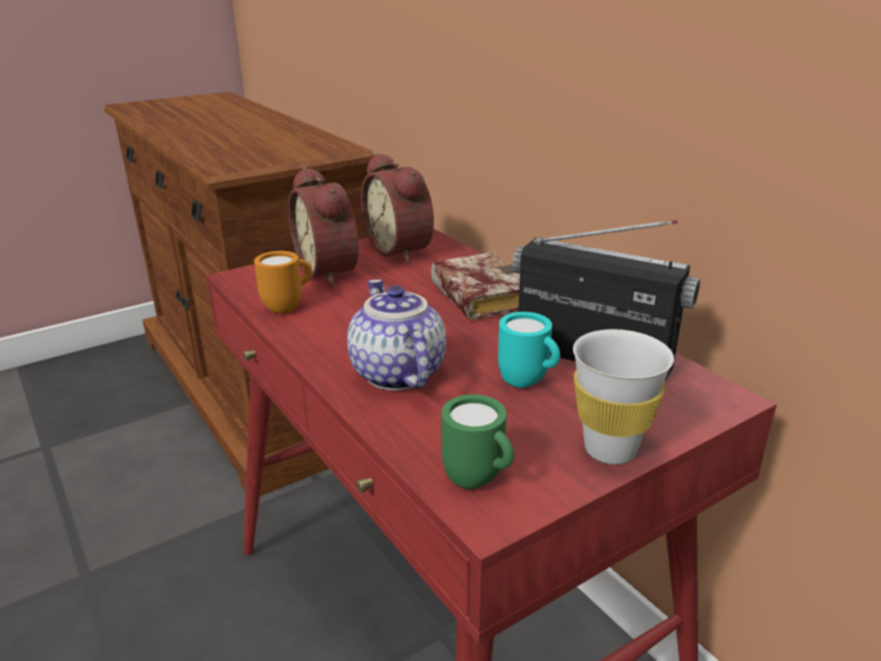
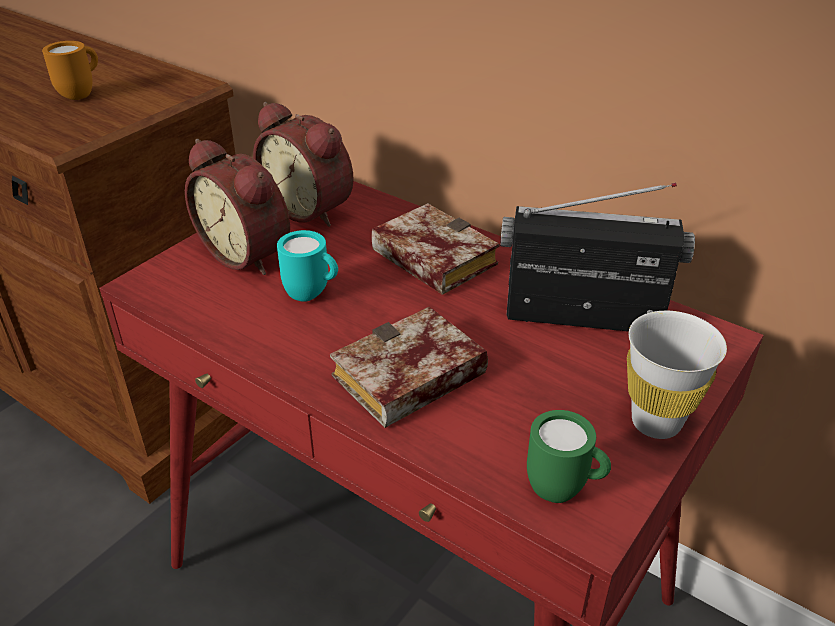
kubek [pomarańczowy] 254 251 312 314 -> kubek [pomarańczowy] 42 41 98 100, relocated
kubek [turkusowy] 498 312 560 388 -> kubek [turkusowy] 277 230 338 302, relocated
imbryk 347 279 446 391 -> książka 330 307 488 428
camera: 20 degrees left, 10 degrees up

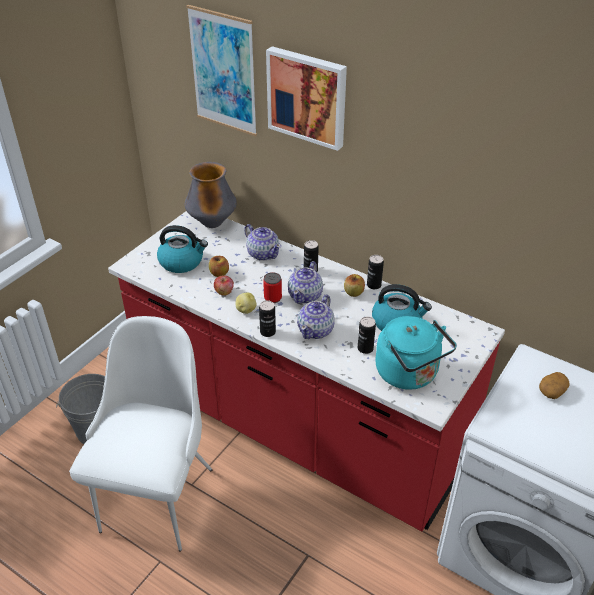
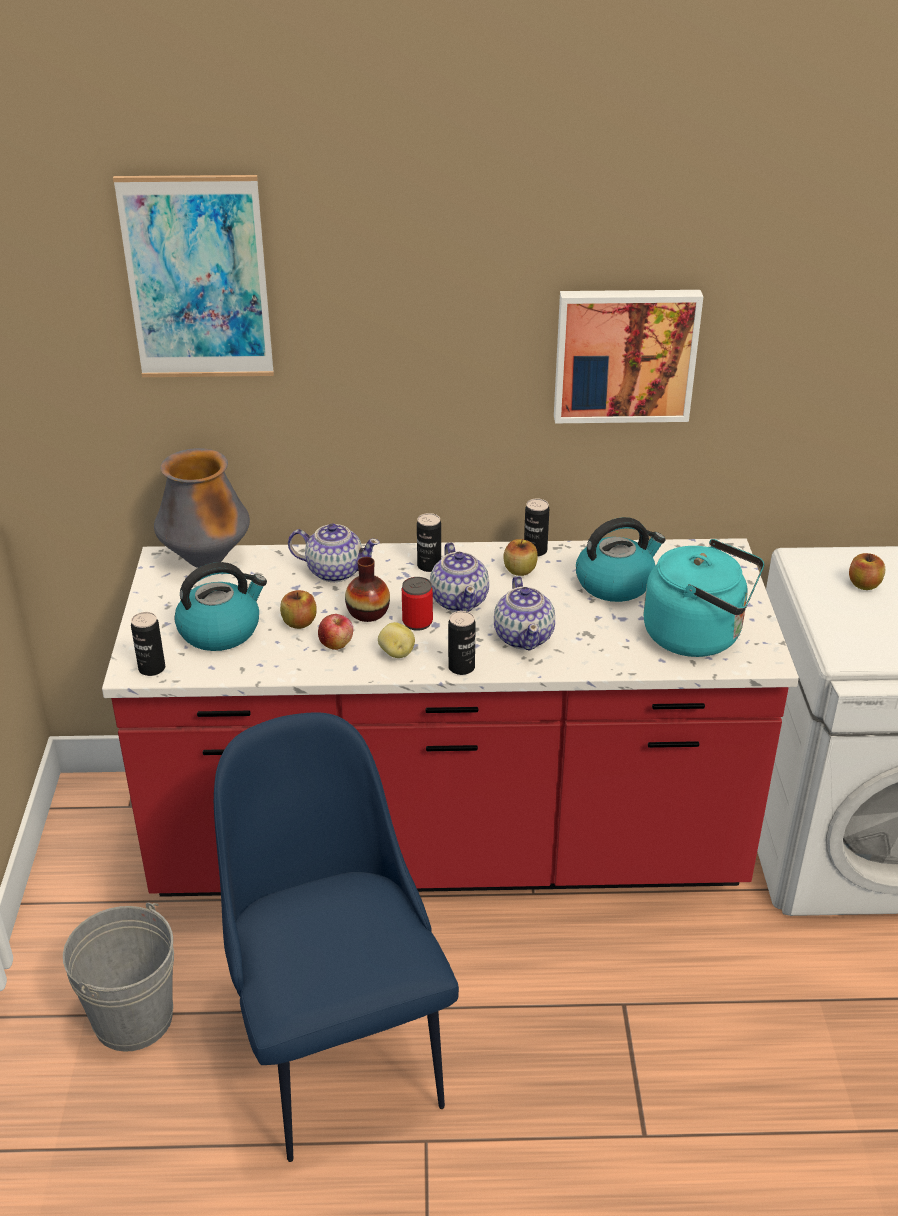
none -> wazon 345 557 390 622
obraz 266 46 347 151 -> obraz 554 290 703 423, relocated
puszka 358 317 376 354 -> puszka 131 612 165 676, relocated
ziemniak 539 372 570 399 -> jabłko 849 553 885 590
krzesło [biały] 69 316 213 552 -> krzesło [niebieski] 214 712 459 1162
camera: 35 degrees left, 5 degrees down

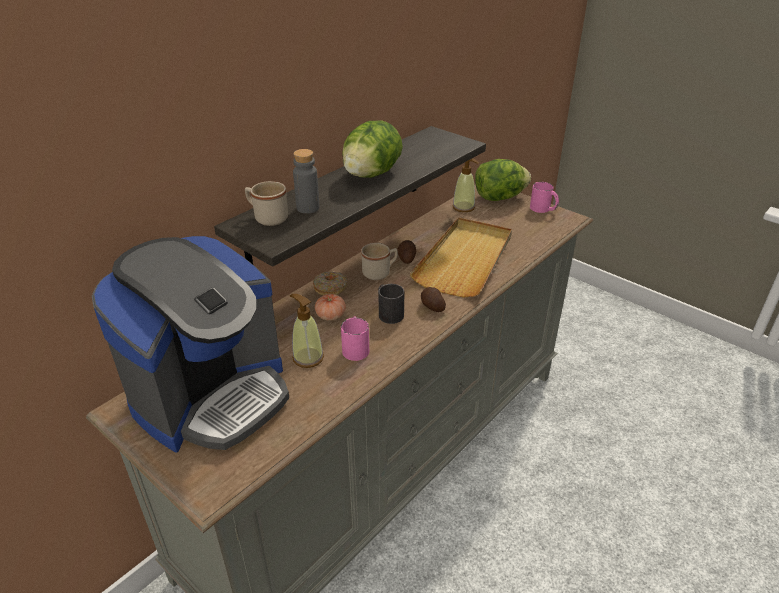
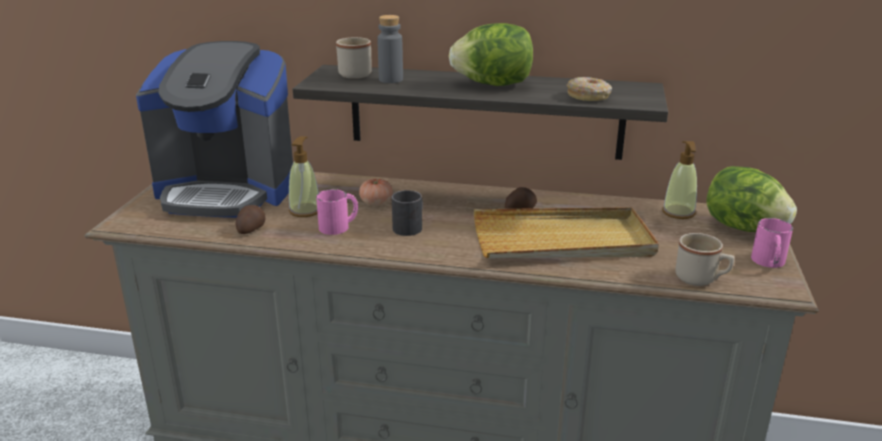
donut 313 271 347 295 -> donut 567 77 612 101, relocated
kubek [beżowy] 361 243 398 280 -> kubek [beżowy] 675 233 734 286, relocated
ziemniak 421 287 446 312 -> ziemniak 236 205 266 234, relocated
camera: 60 degrees right, 10 degrees down

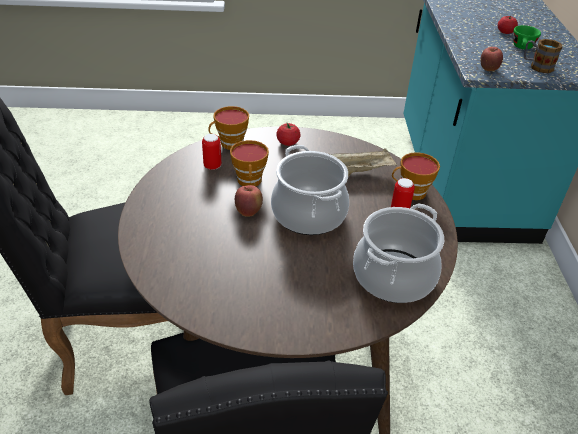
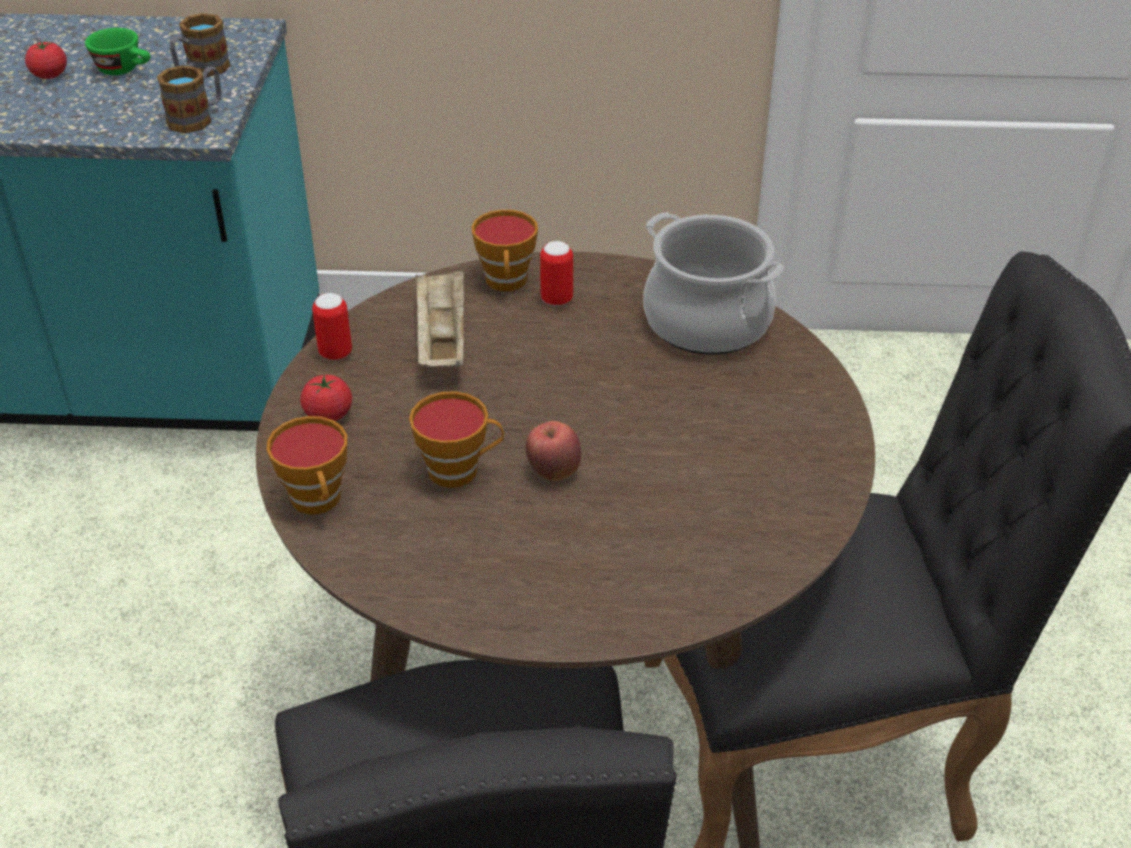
garnek 271 145 349 235 -> none
puszka 202 134 221 170 -> puszka 312 293 352 360, relocated
jabłko 480 47 503 71 -> kubek 157 65 221 133
camera: 85 degrees left, 0 degrees up

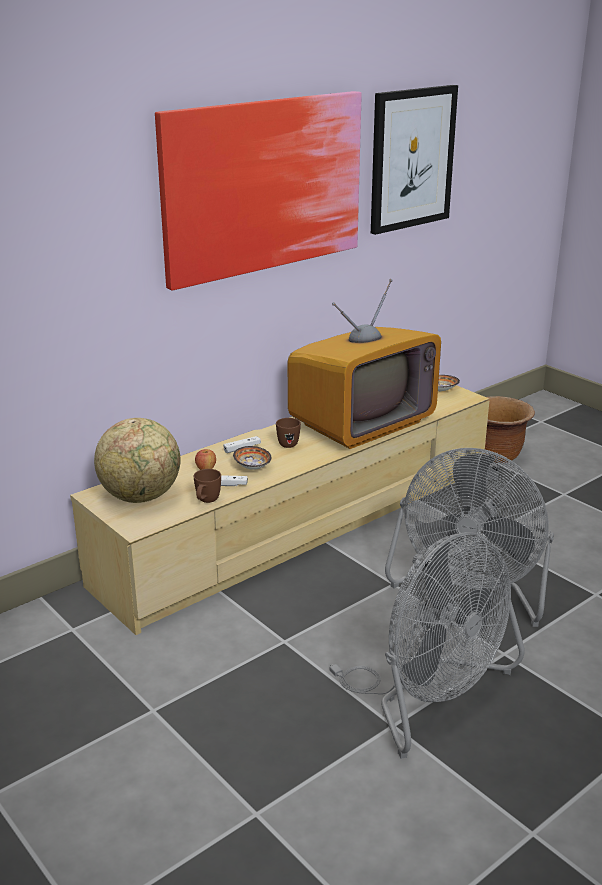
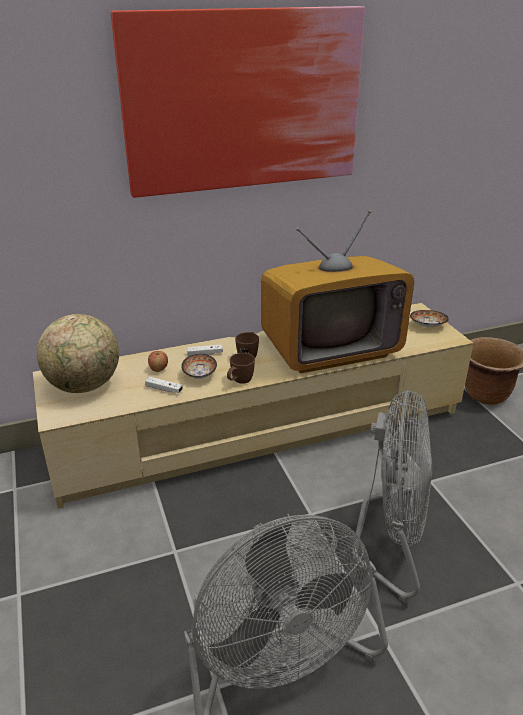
obraz 371 85 458 235 -> none
kubek [brązowy] 194 469 221 503 -> kubek [brązowy] 227 353 255 384, relocated
wentylator [szary] 385 448 554 627 -> wentylator [szary] 290 390 432 603, 120 degrees counterclockwise
camera: 20 degrees right, 5 degrees up

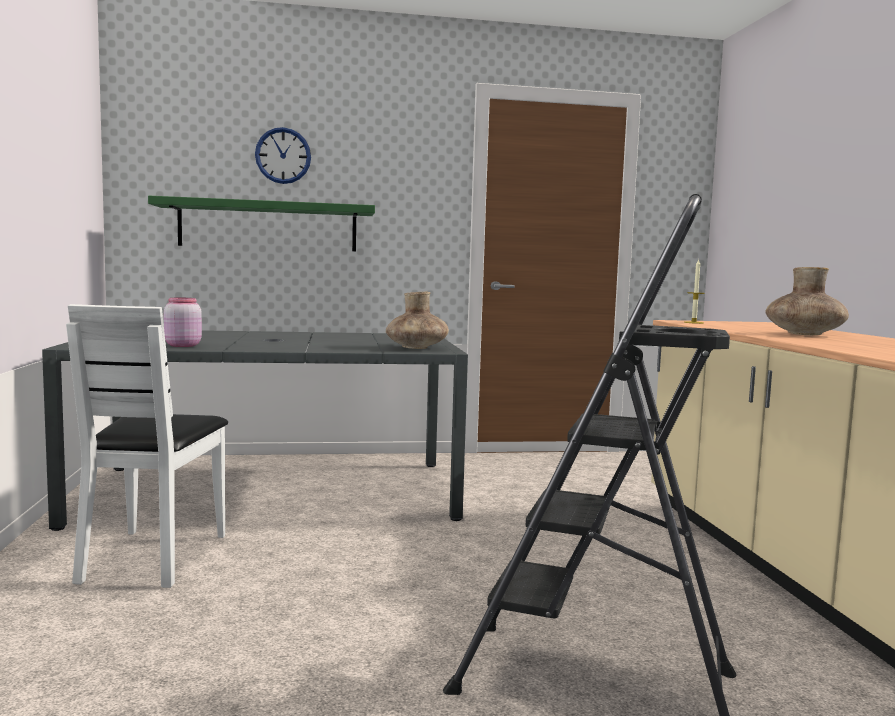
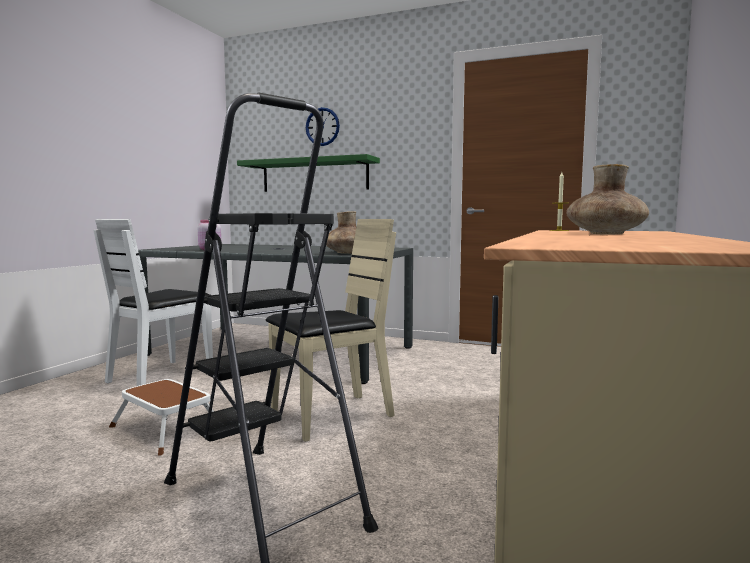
none -> drabinka [brązowy] 109 379 214 455
none -> krzesło [beżowy] 266 219 396 442
camera: 30 degrees right, 0 degrees up

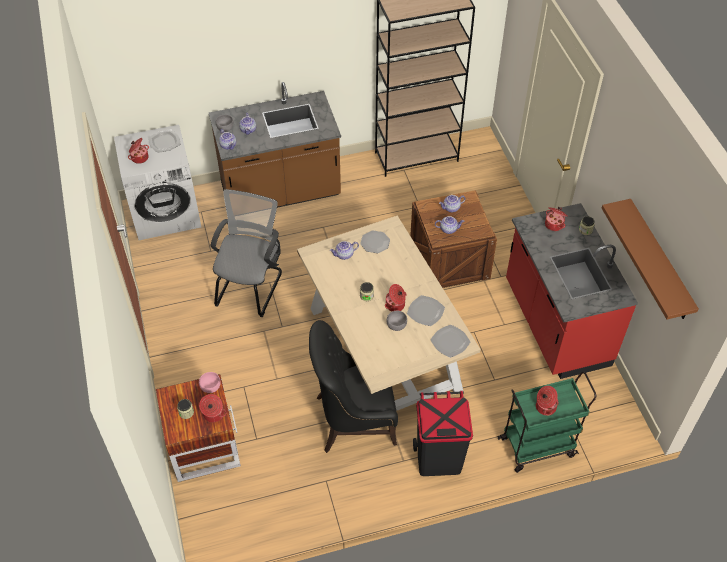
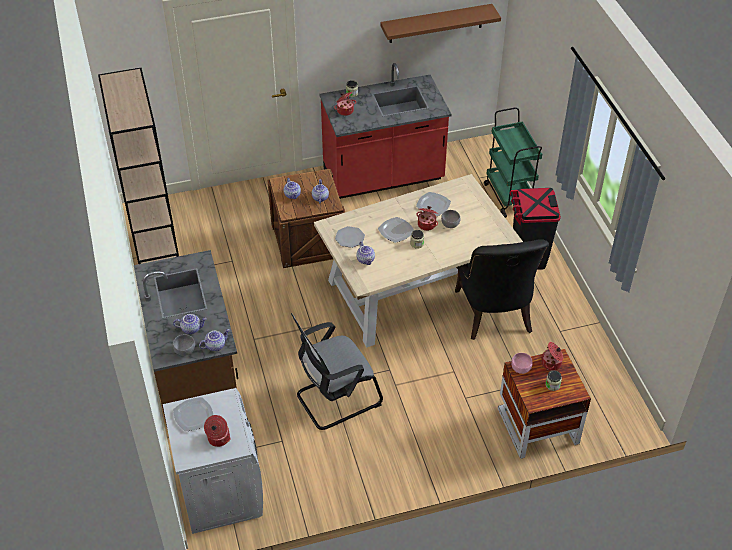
garnek 536 386 559 416 -> none
talerz 430 325 470 358 -> talerz 378 217 414 243, relocated
krzesło 211 189 282 317 -> krzesło 291 313 383 430, 45 degrees counterclockwise
camera: 90 degrees left, 5 degrees down

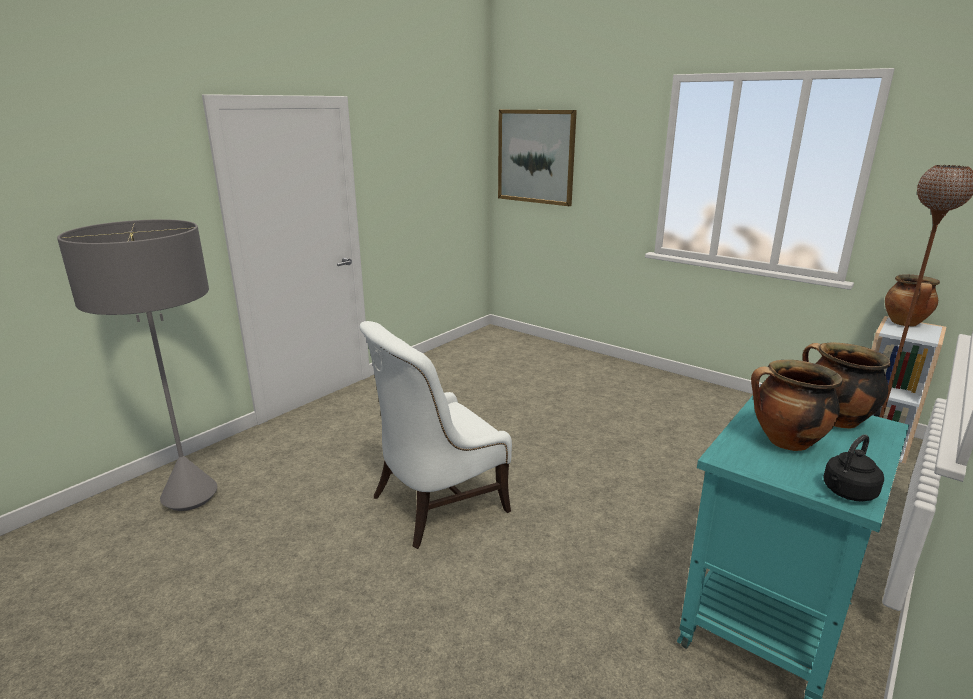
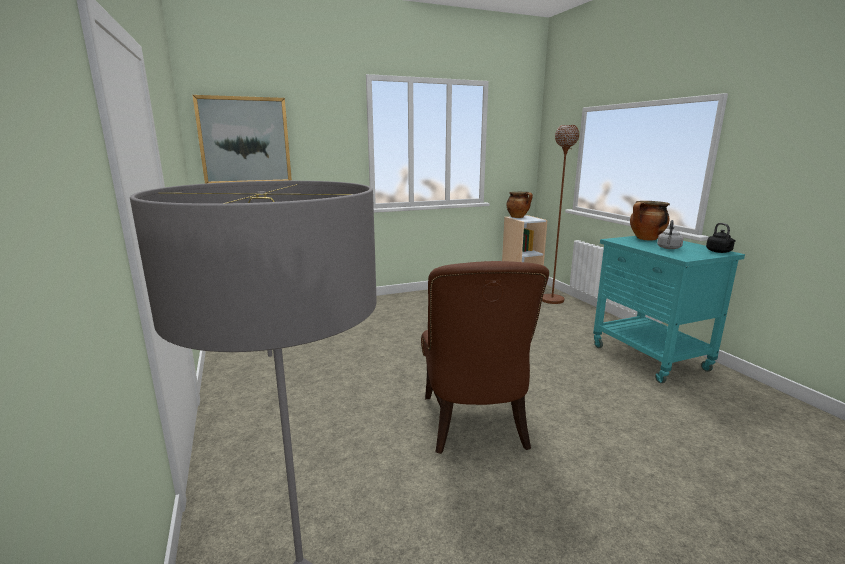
garnek 751 360 842 451 -> czajnik [szary] 657 220 684 249
krzesło [biały] 360 321 512 549 -> krzesło [brązowy] 421 261 549 454
camera: 60 degrees left, 5 degrees down

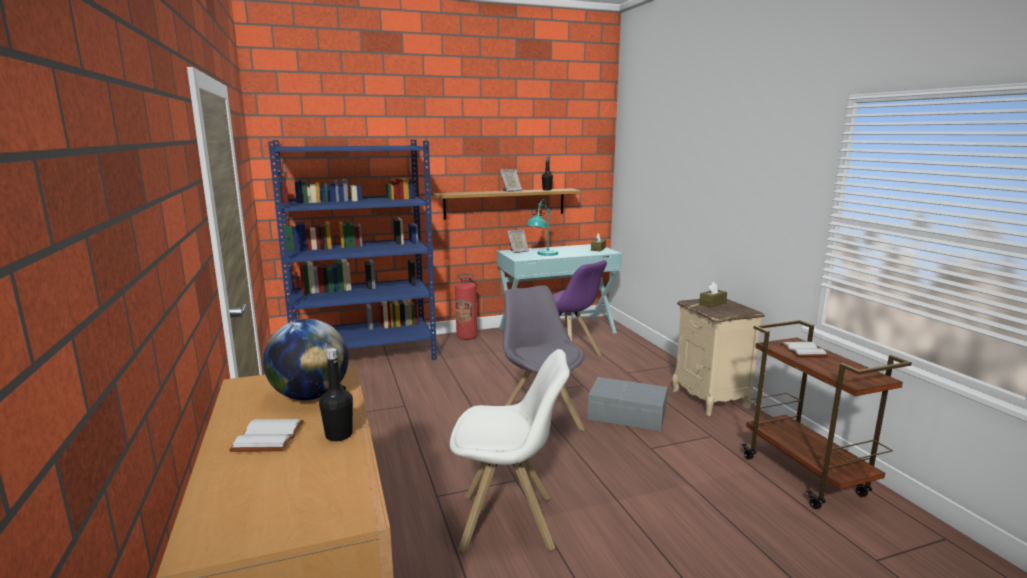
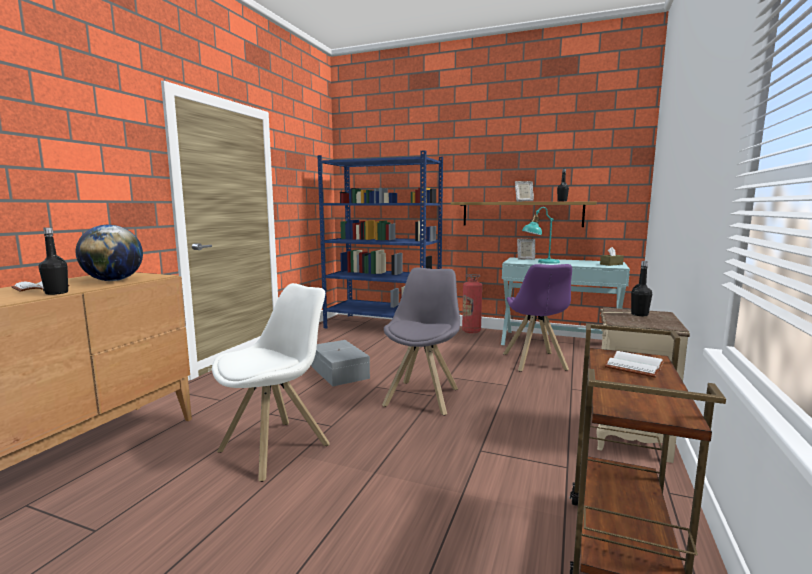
pojemnik do przechowywania [szary] 587 377 667 432 -> pojemnik do przechowywania [szary] 311 340 370 387, relocated
pudełko chusteczek [brązowy] 699 282 727 307 -> butelka [czarny] 631 261 652 316
krzesło [biały] 450 349 570 553 -> krzesło [biały] 212 283 330 482, 90 degrees counterclockwise
camera: 40 degrees right, 5 degrees down

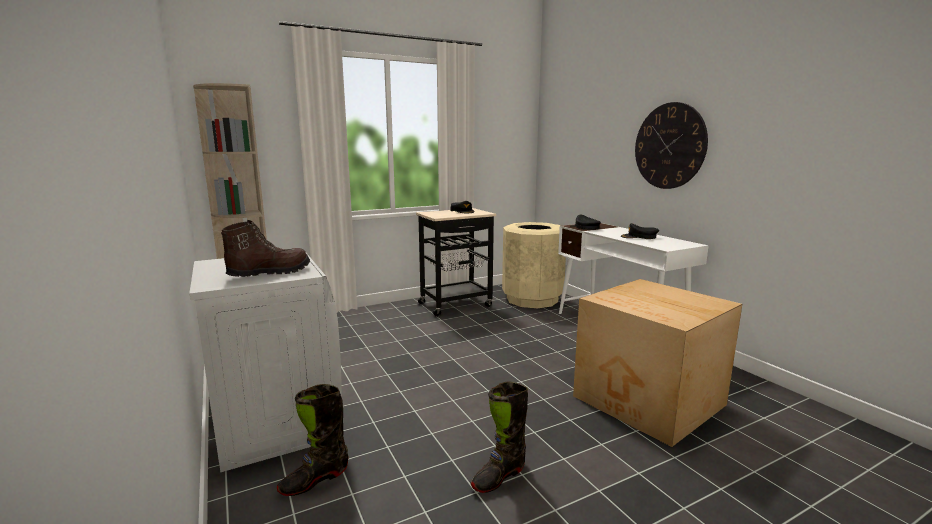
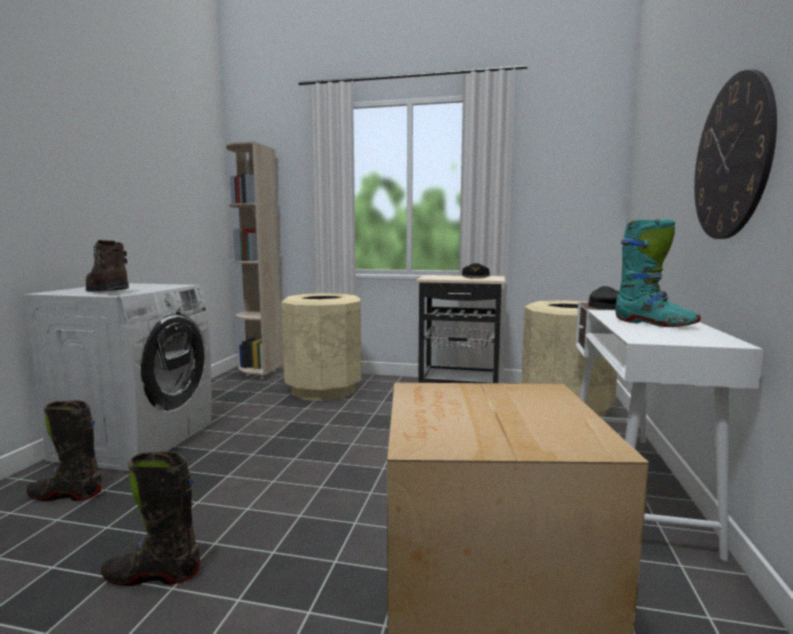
none -> kosz na śmieci [beżowy] 281 293 361 401
czapka z daszkiem [czarny] 621 223 659 239 -> but z cholewką [turkusowy] 615 219 701 327
but z cholewką [brązowy] 221 220 310 277 -> but z cholewką [brązowy] 86 240 129 292, 135 degrees counterclockwise
camera: 40 degrees right, 5 degrees down

